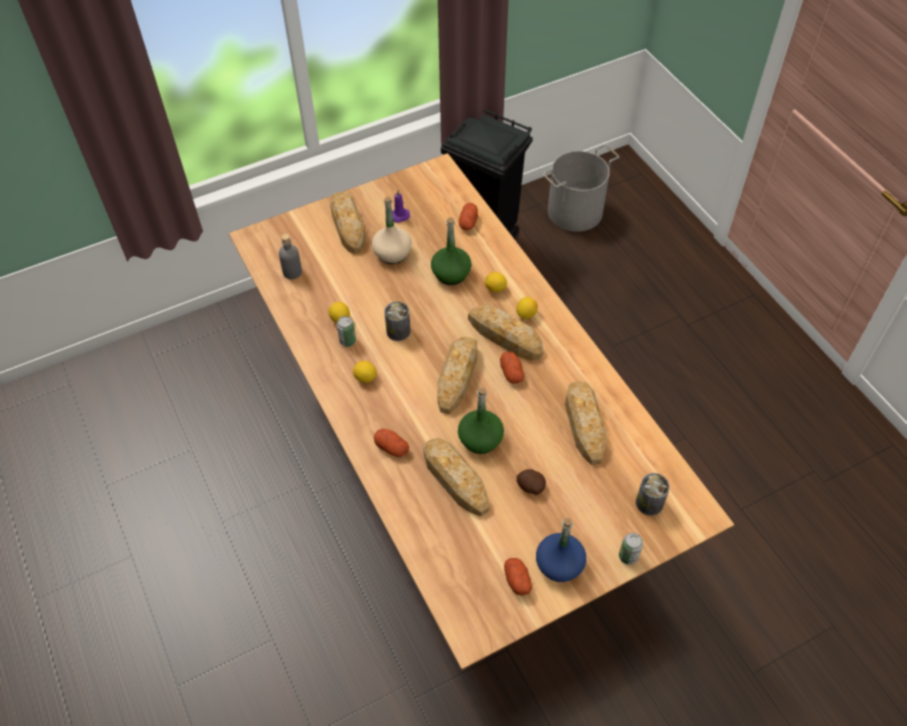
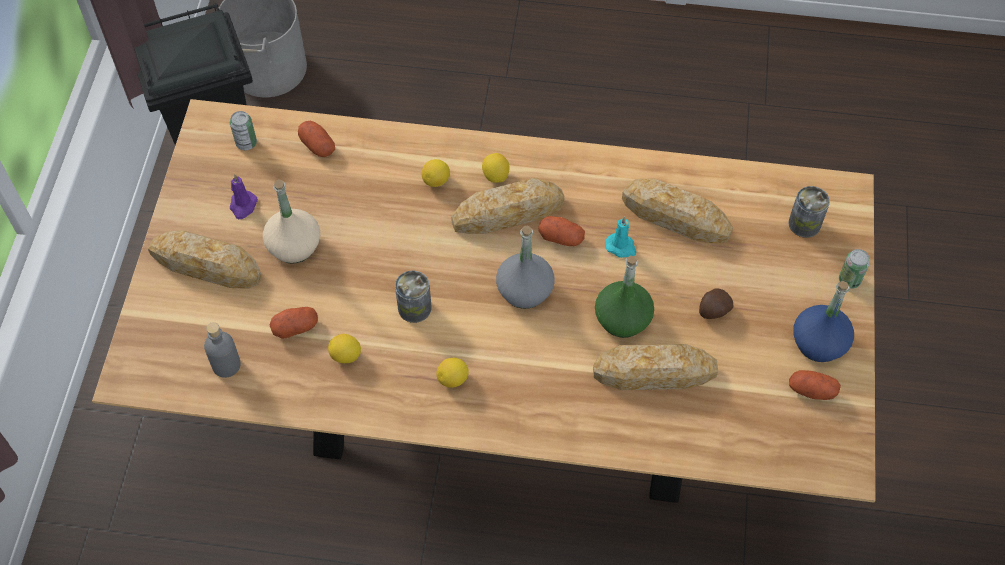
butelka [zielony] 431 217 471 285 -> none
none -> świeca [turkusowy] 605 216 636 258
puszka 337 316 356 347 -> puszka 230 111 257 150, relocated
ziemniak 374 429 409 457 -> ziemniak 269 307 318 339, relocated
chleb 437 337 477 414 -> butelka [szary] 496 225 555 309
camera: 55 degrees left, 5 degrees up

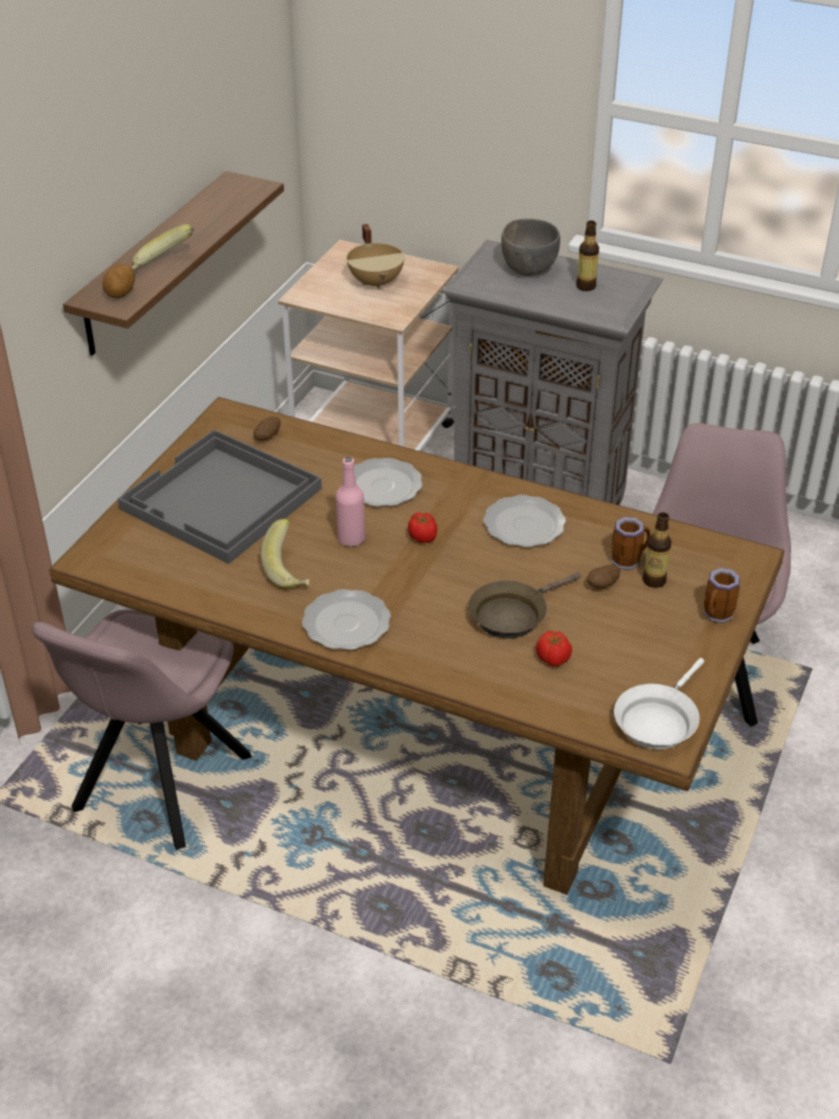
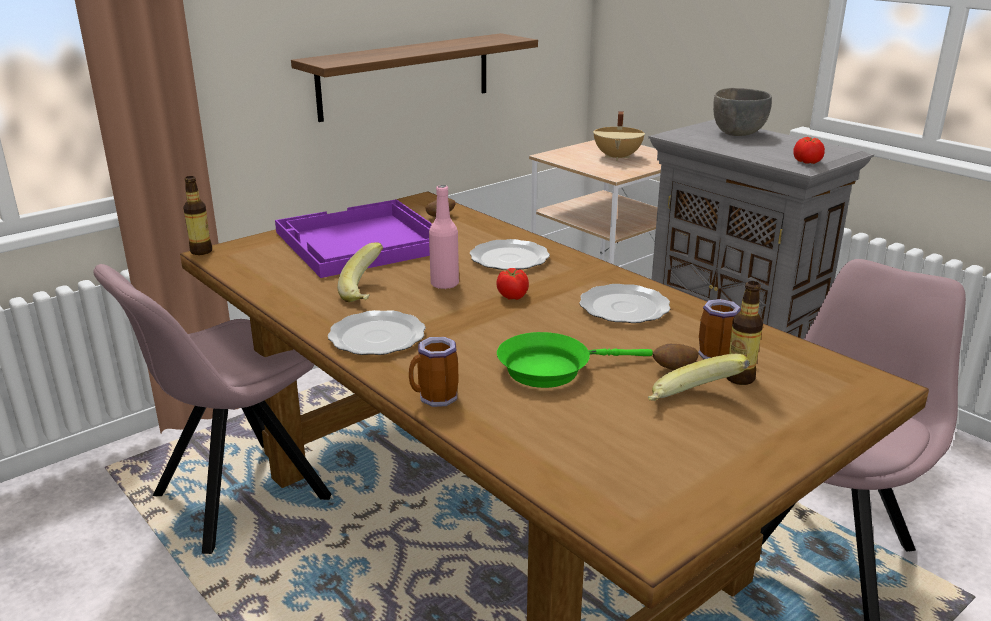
ziemniak 103 264 135 298 -> none
patelnia [biały] 614 658 704 750 -> none
banan 132 224 194 270 -> banan 648 354 750 401, relocated
pomidor 536 631 572 666 -> pomidor 793 137 825 164, relocated
butelka 576 220 599 291 -> butelka 183 176 212 255, relocated
kubek 703 568 740 623 -> kubek 409 336 459 407, relocated
taca [szary] 118 430 322 564 -> taca [fioletowy] 275 199 432 278
patelnia [brązowy] 468 572 581 639 -> patelnia [zielony] 497 332 653 388
camera: 25 degrees right, 15 degrees down

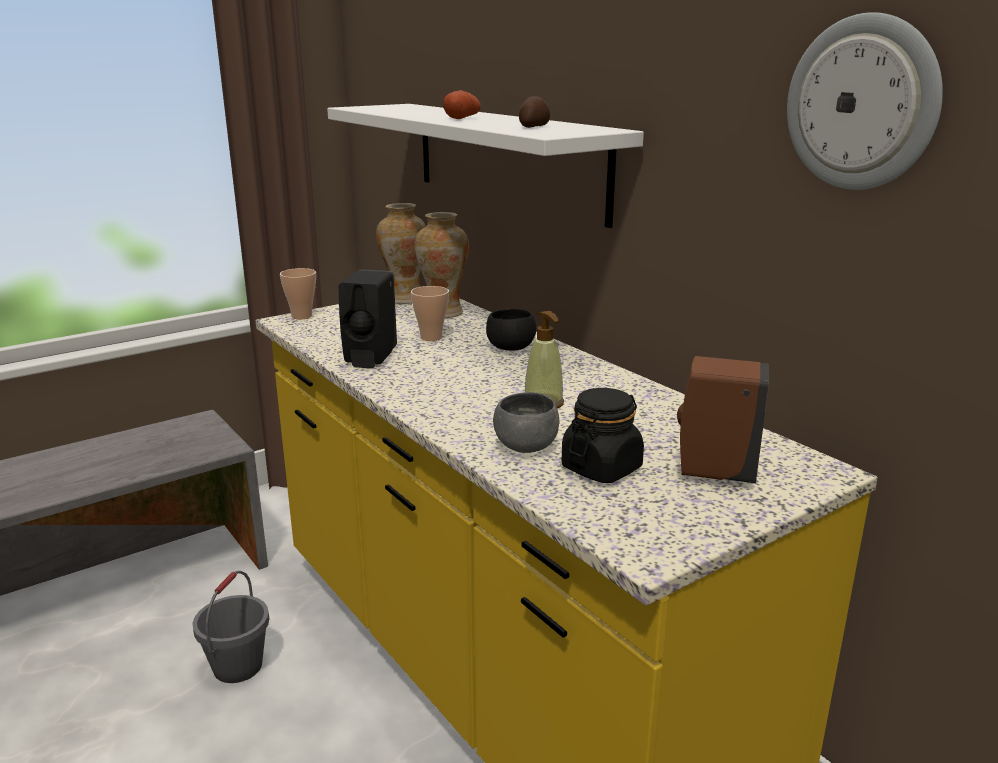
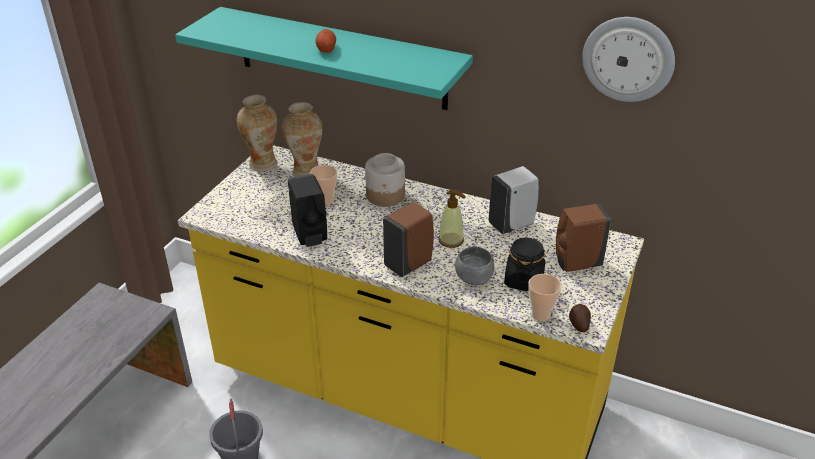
none -> dozownik mydła [brązowy] 383 202 434 277
none -> dozownik mydła [biały] 489 166 539 234
filiżanka 280 268 316 319 -> filiżanka 528 274 562 321, relocated
ziemniak 519 96 550 128 -> ziemniak 569 304 591 332, relocated
miska [czarny] 486 308 536 351 -> słoik 365 153 405 206
półka [biały] 327 104 644 228 -> półka [turkusowy] 175 7 473 110
camera: 30 degrees left, 15 degrees up

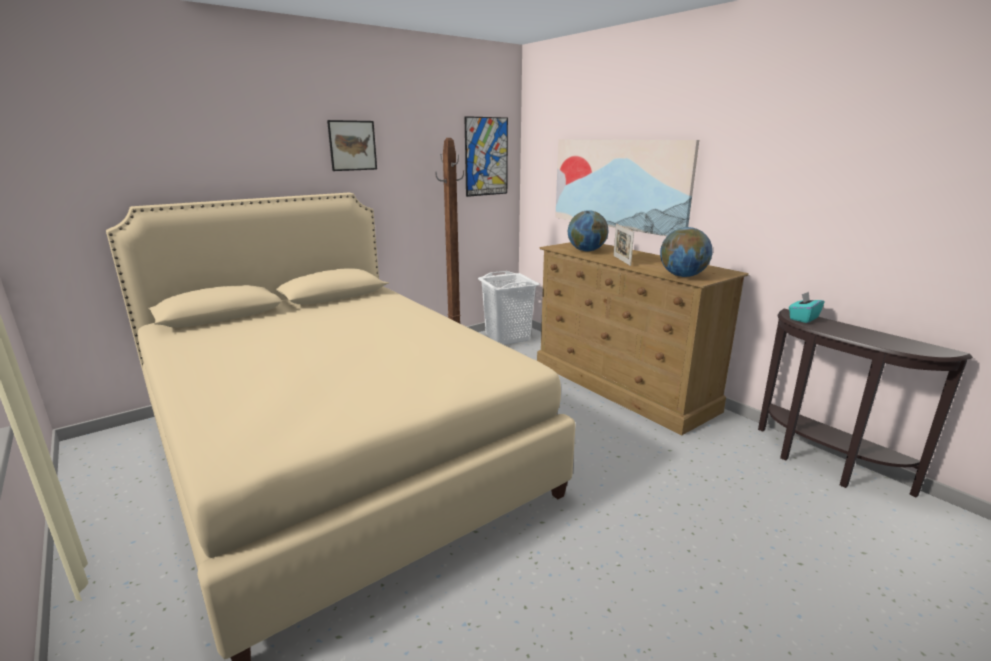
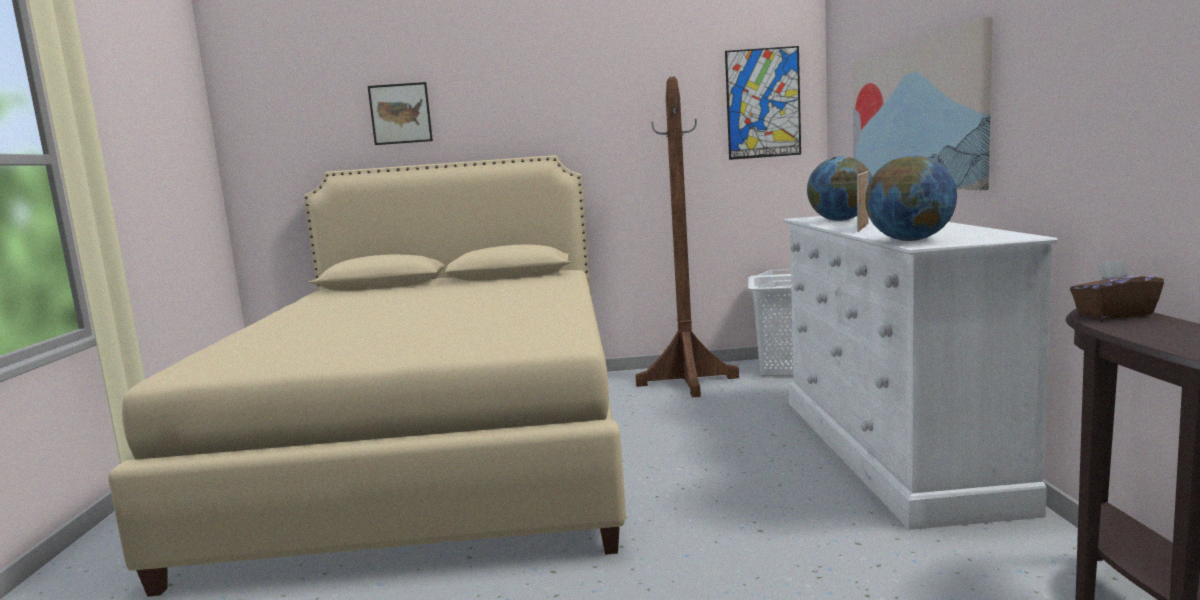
obraz 327 120 377 171 -> obraz 368 82 433 145, relocated
komoda [brązowy] 537 242 749 435 -> komoda [biały] 783 216 1058 530
pudełko chusteczek [turkusowy] 789 292 824 323 -> pudełko chusteczek [brązowy] 1070 260 1164 319
camera: 35 degrees right, 10 degrees down

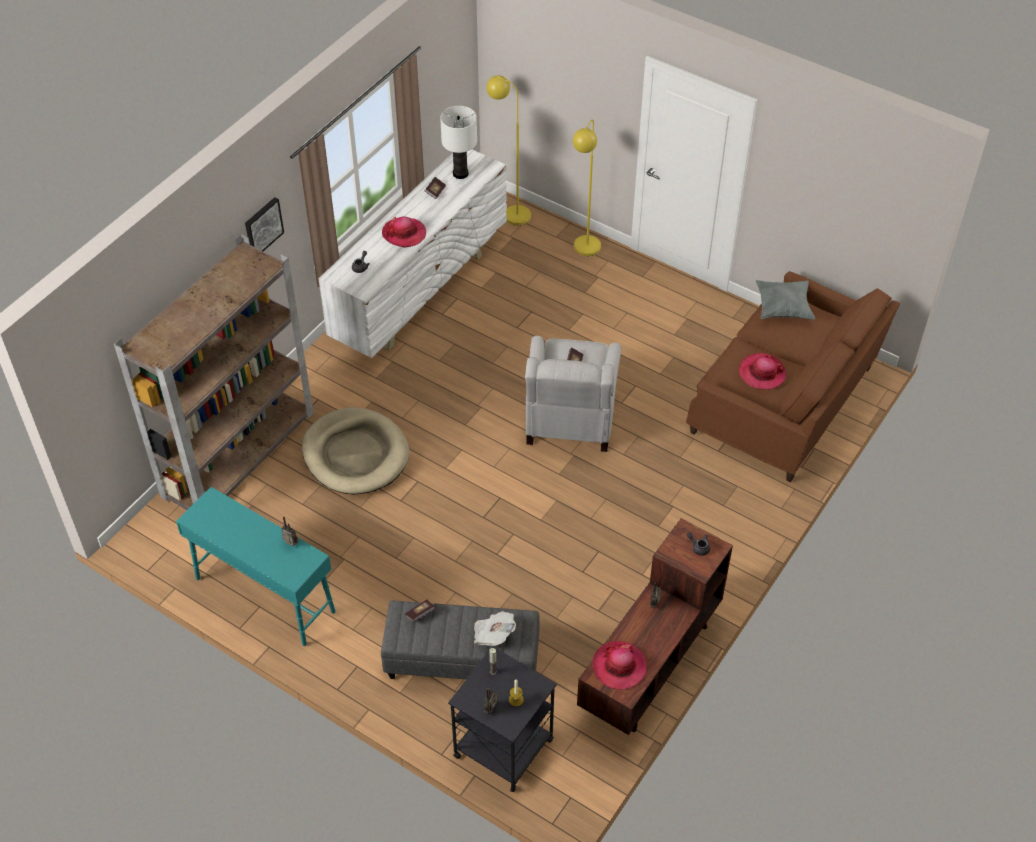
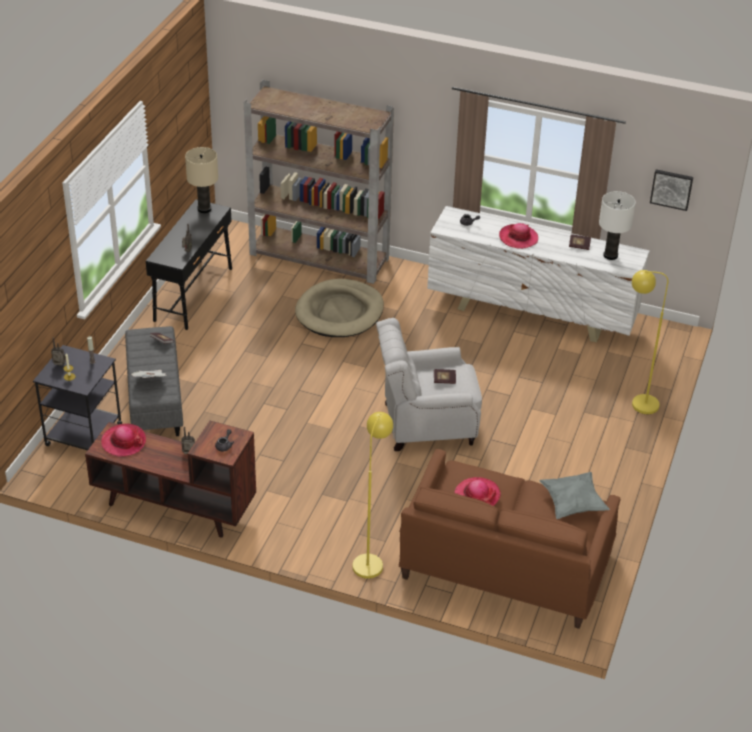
none -> lampa stołowa [beżowy] 185 147 218 213
obraz 245 197 284 251 -> obraz 650 169 693 211, relocated
lampa stojąca [żółty] 486 75 531 225 -> lampa stojąca [żółty] 352 412 393 579, relocated
stolik konsolowy [turkusowy] 176 487 336 646 -> stolik konsolowy [czarny] 146 200 232 330
camera: 75 degrees right, 10 degrees down

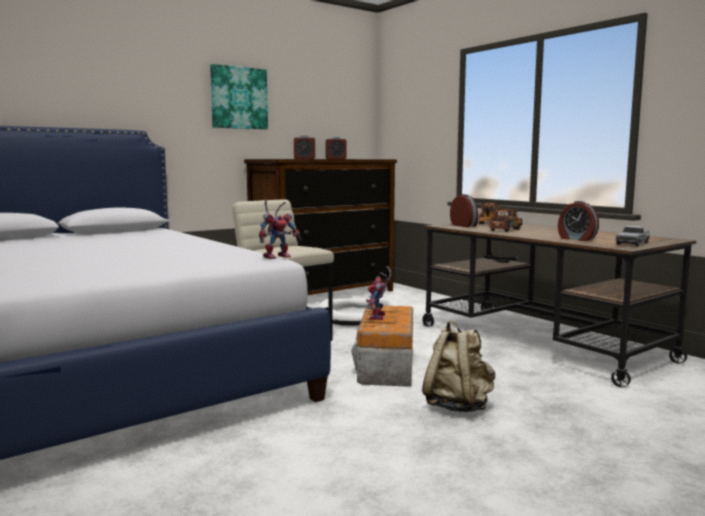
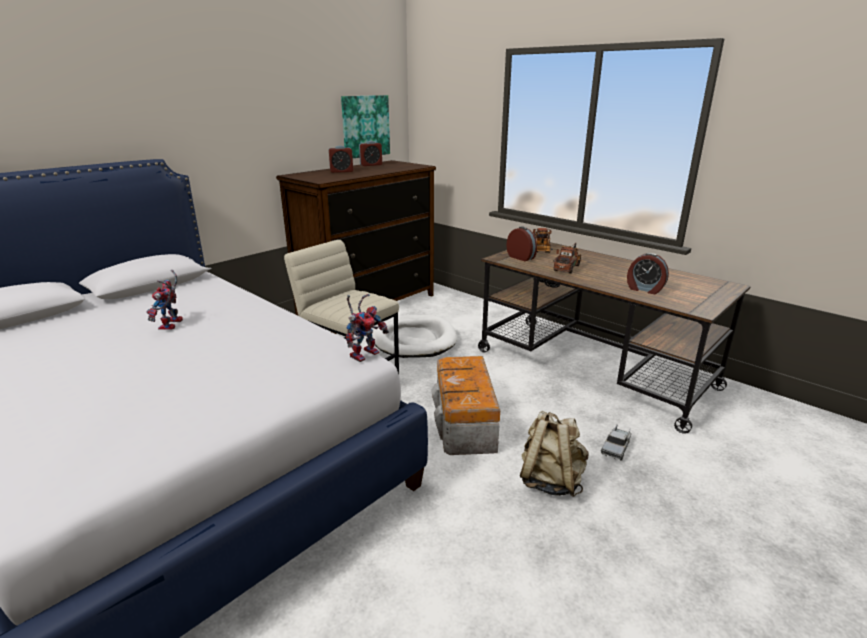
obraz 210 64 268 130 -> obraz 341 95 390 158, relocated
robot zabawkowy 366 266 391 320 -> robot zabawkowy 146 270 183 330, relocated
ciężarówka zabawkowa 616 226 650 246 -> ciężarówka zabawkowa 601 424 631 461, relocated
camera: 10 degrees left, 15 degrees up

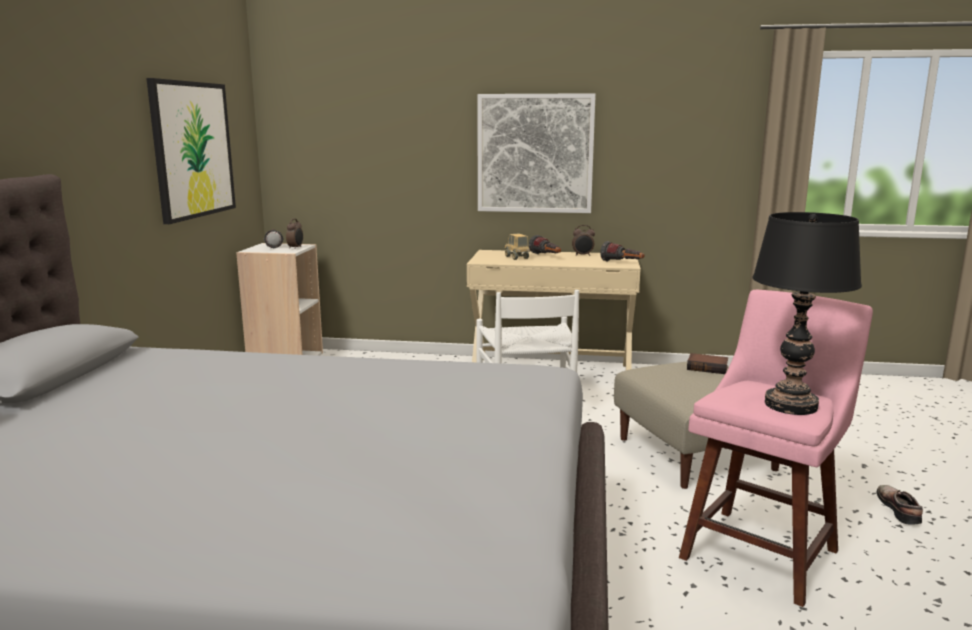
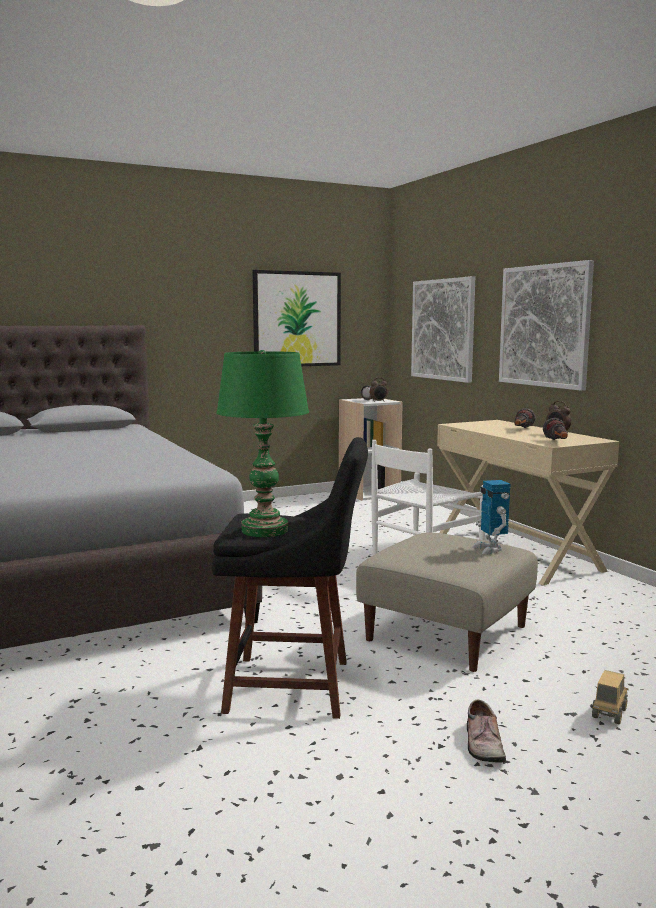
none -> obraz 411 276 475 383
ciężarówka zabawkowa 505 234 530 260 -> ciężarówka zabawkowa 592 670 629 724, relocated
książka 687 353 728 374 -> robot zabawkowy 472 480 510 554
stołek [różowy] 679 290 873 607 -> stołek [czarny] 212 437 368 719
lampa stołowa [czarny] 752 212 862 415 -> lampa stołowa [zielony] 216 350 309 537
but 877 485 923 525 -> but 467 700 506 762, 120 degrees clockwise
camera: 55 degrees right, 5 degrees down

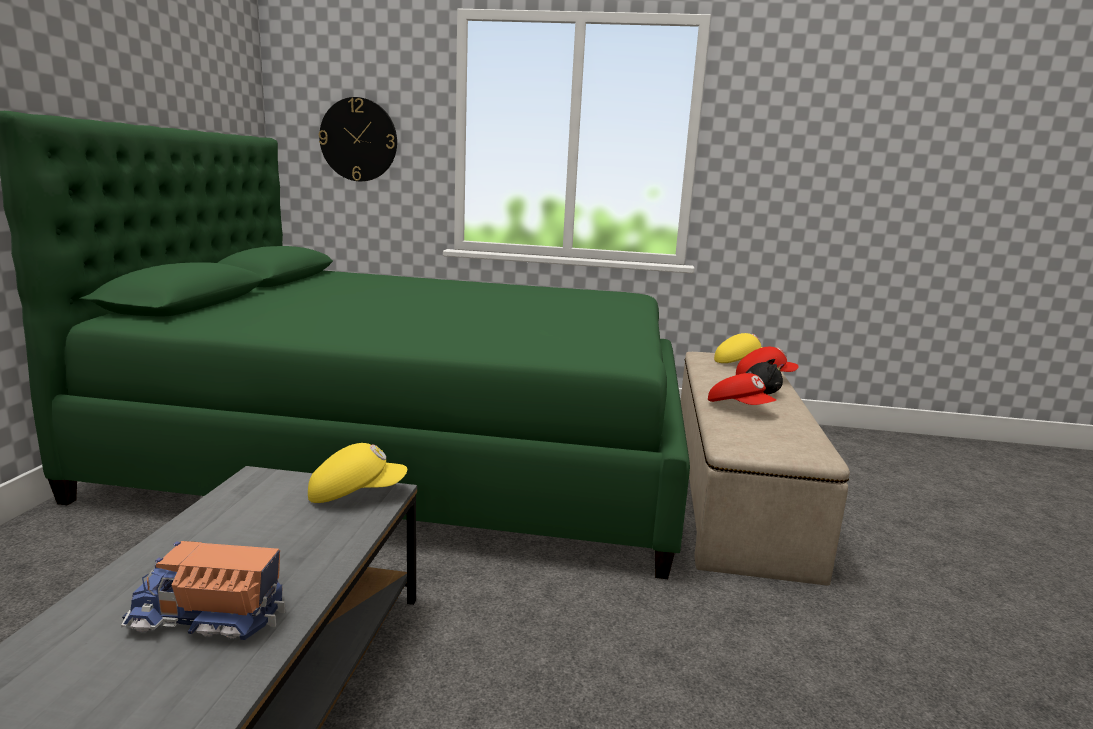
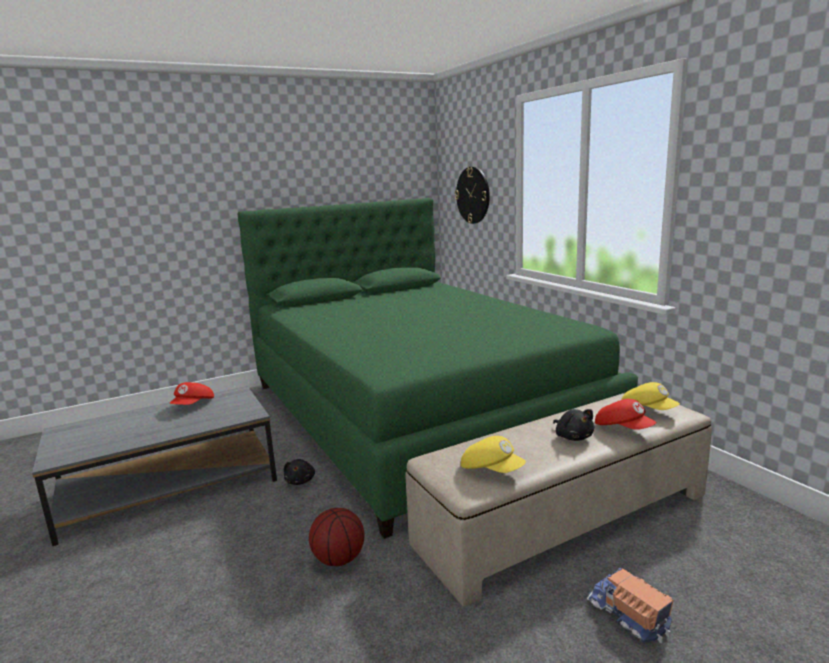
none -> pluszak [czarny] 284 459 315 485
none -> piłka do koszykówki 309 508 364 566
ciężarówka zabawkowa 121 541 286 640 -> ciężarówka zabawkowa 587 568 674 644, relocated
czapka z daszkiem [żółty] 308 443 407 503 -> czapka z daszkiem [żółty] 461 436 526 473, relocated
czapka z daszkiem [czerwony] 708 373 776 405 -> czapka z daszkiem [czerwony] 169 382 214 405, relocated
camera: 55 degrees right, 0 degrees up

